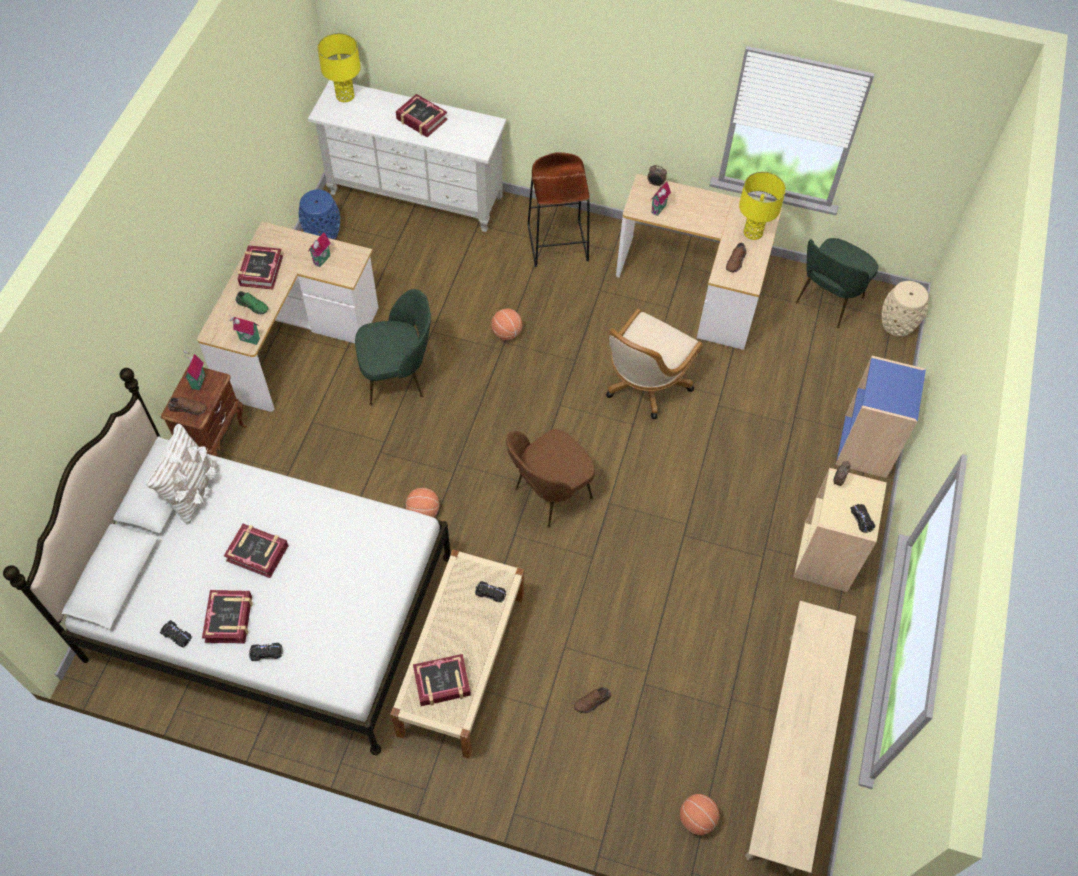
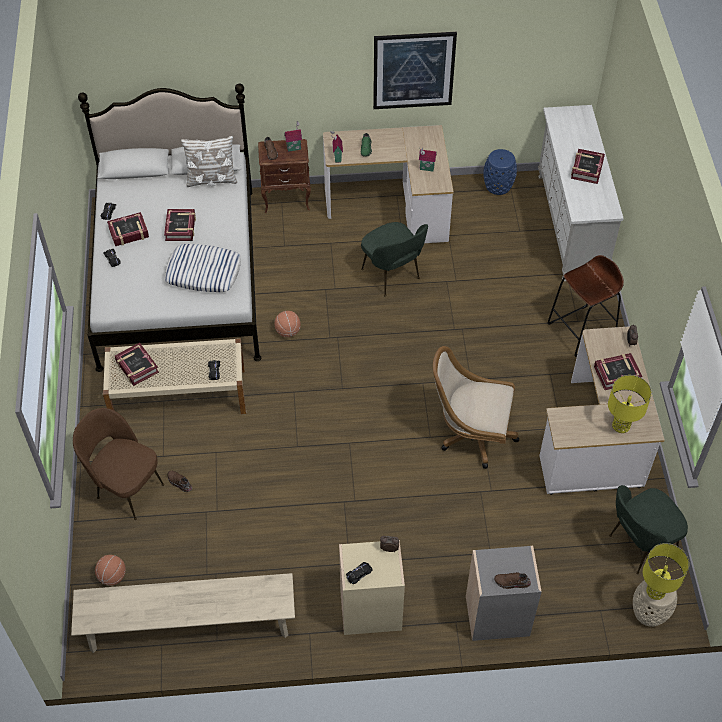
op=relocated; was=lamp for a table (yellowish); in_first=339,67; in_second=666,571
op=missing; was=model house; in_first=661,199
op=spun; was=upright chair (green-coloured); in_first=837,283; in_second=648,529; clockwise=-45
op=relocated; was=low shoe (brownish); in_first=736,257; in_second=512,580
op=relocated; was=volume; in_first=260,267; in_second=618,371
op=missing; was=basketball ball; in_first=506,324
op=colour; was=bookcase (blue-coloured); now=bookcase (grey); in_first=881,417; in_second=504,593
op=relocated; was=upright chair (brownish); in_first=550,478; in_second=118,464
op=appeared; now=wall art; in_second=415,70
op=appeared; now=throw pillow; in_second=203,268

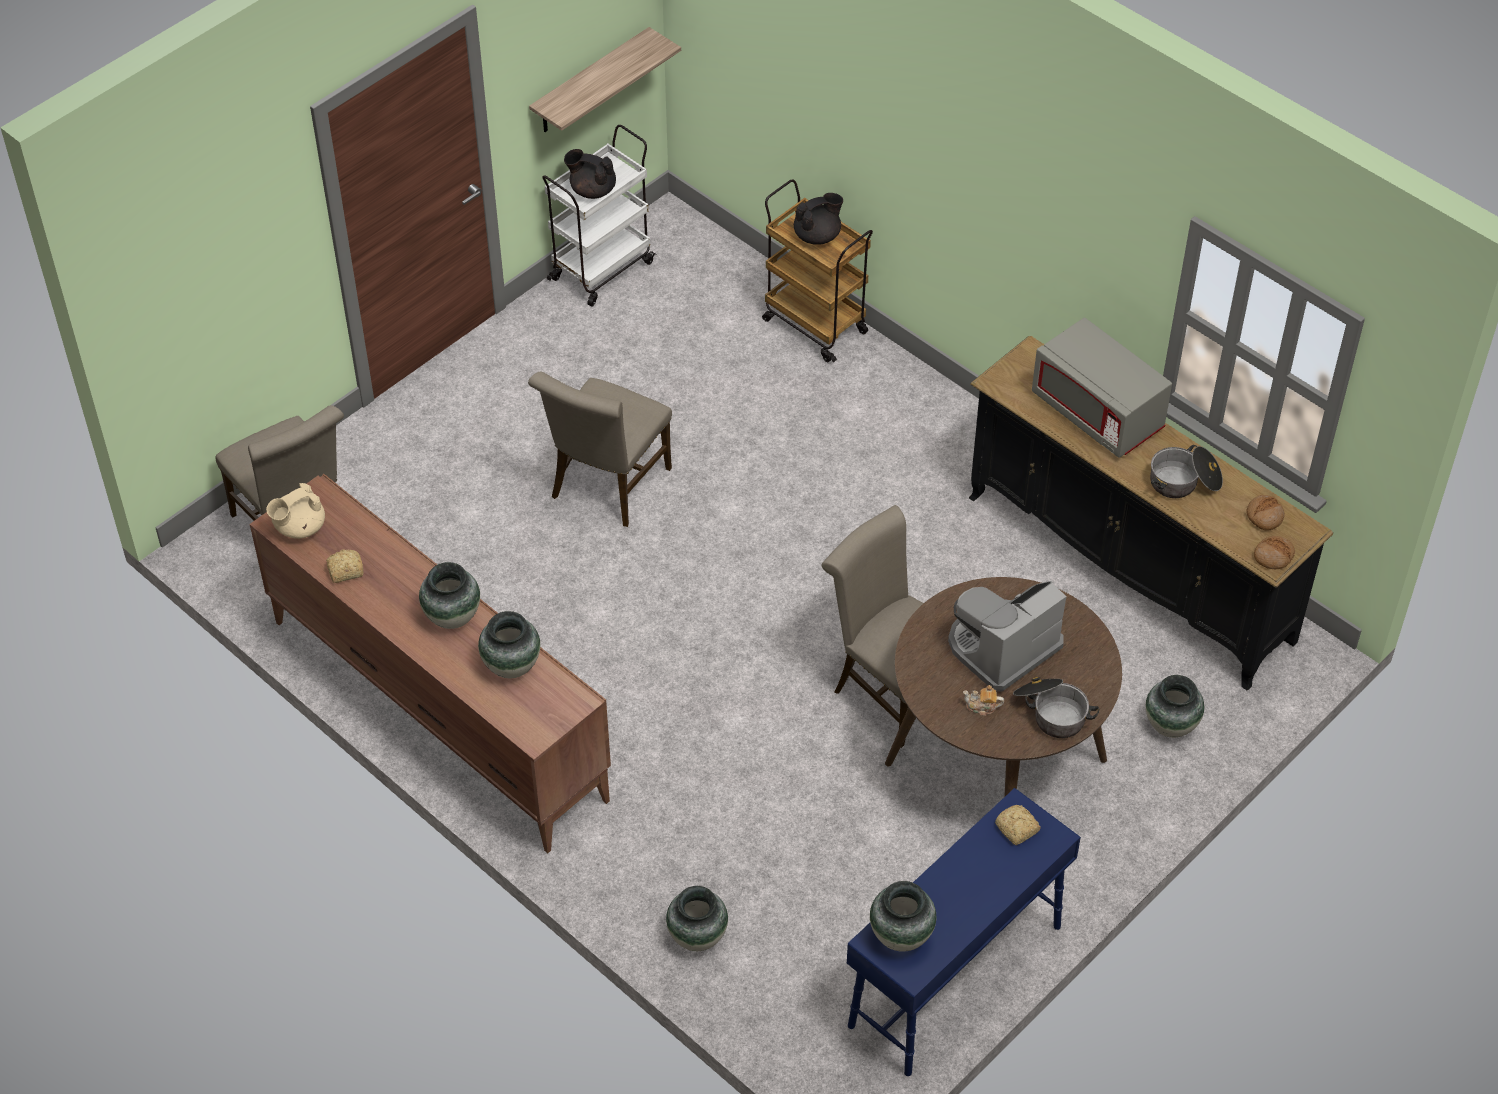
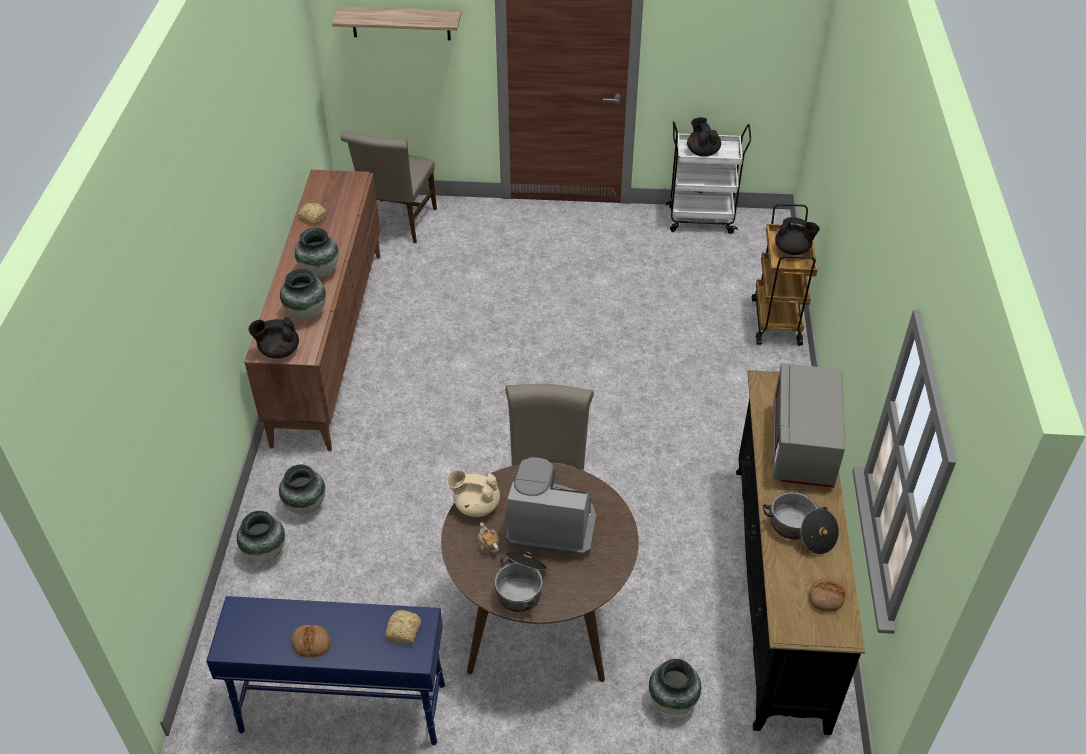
op=relocated; was=bracket shelf; in_first=605,79; in_second=396,23
op=missing; was=upright chair (beige-coloured); in_first=600,449
op=relocated; was=pot for tea (beige-coloured); in_first=295,511; in_second=473,493
op=relocated; was=baked bread; in_first=1274,552; in_second=311,641
op=relocated; was=vase; in_first=903,916; in_second=302,489
op=appeared; now=pot for tea (blackish); in_second=274,337

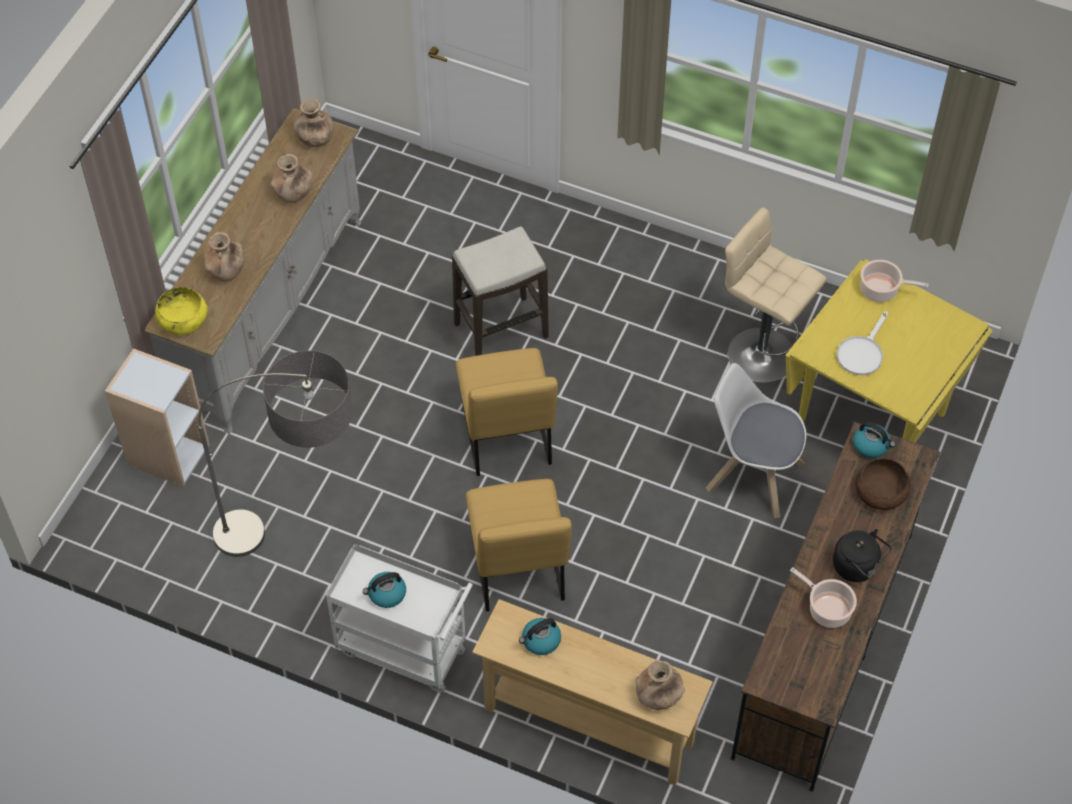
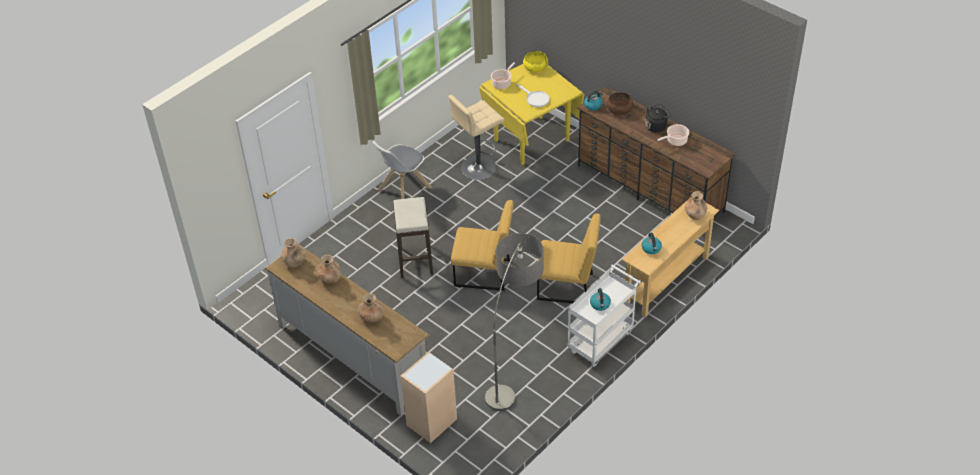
op=relocated; was=bowl (yellowish); in_first=181,311; in_second=535,62
op=relocated; was=upright chair; in_first=756,440; in_second=402,170

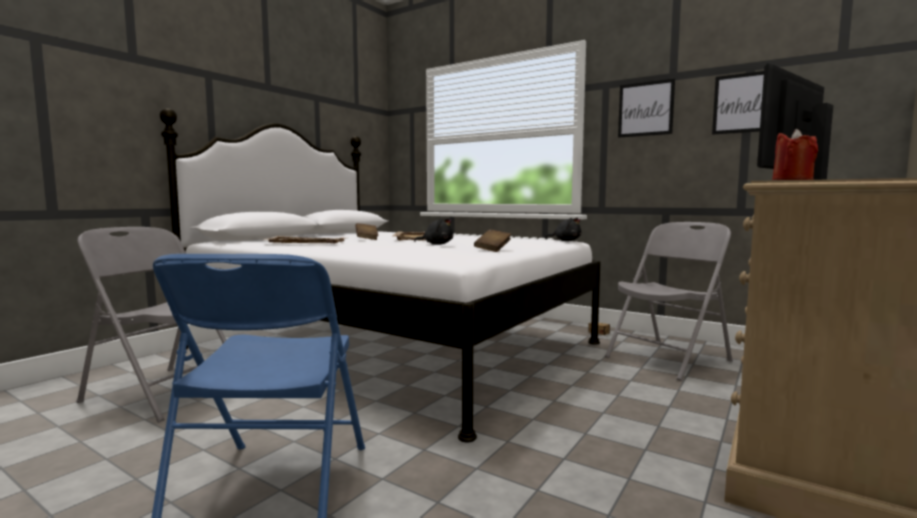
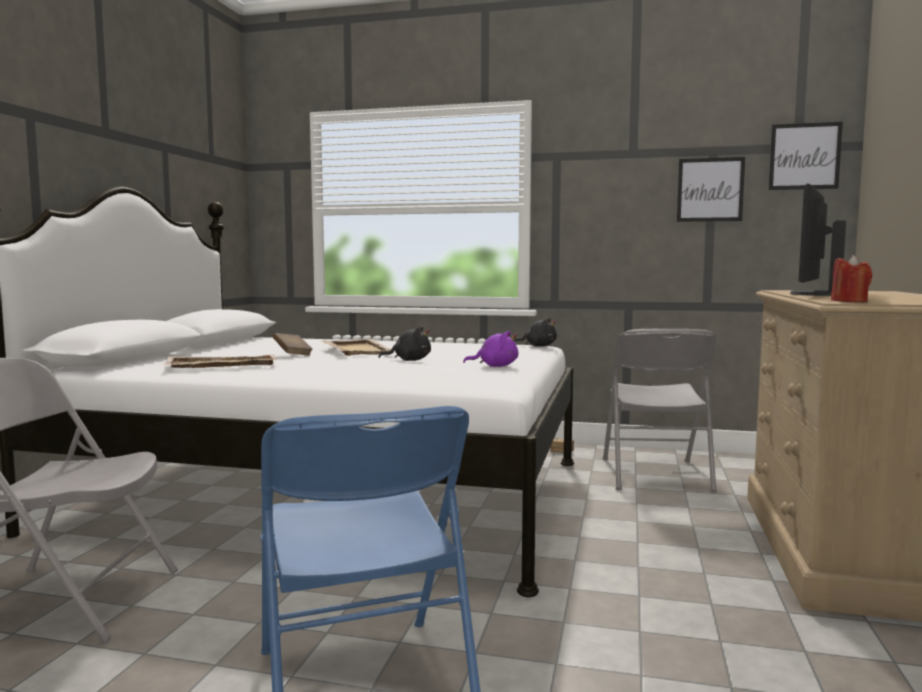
op=relocated; was=wall art; in_first=646,108; in_second=805,156
op=spun; was=upright chair (grey); in_first=669,301; in_second=660,411; clockwise=150
op=exchanged; was=volume (brownish); now=cuddly toy (purplish); in_first=492,240; in_second=490,349

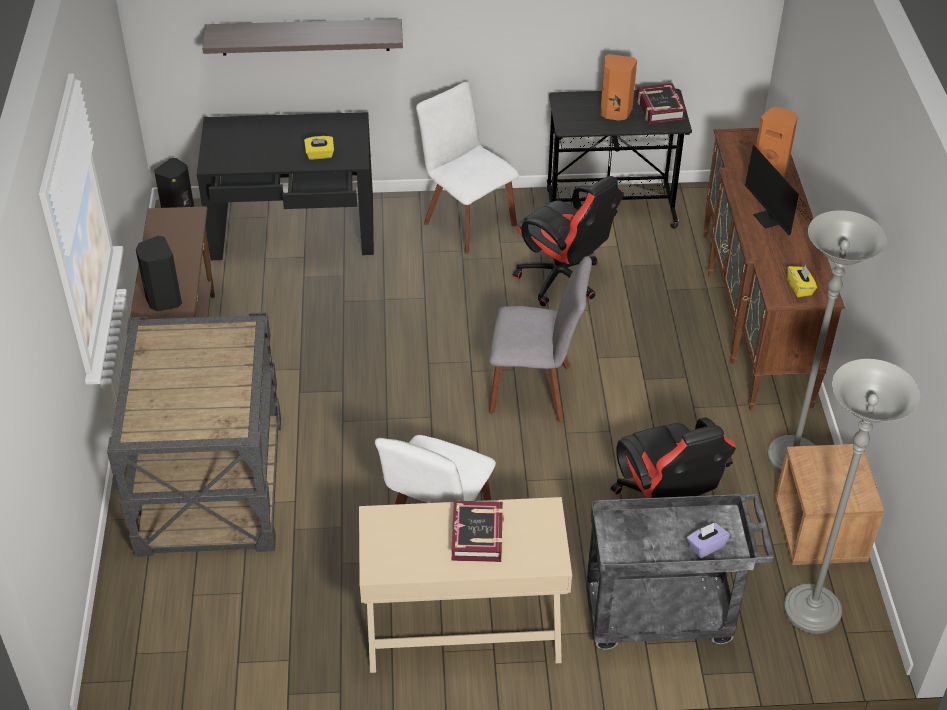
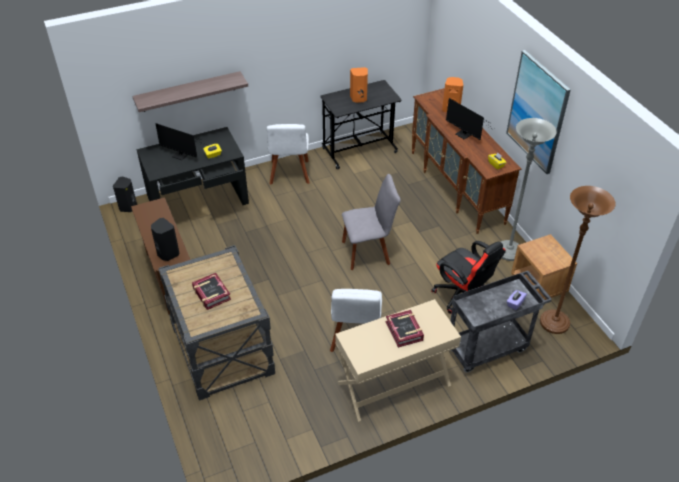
op=spun; was=upright chair (whitish); in_first=467,168; in_second=288,154; clockwise=-120
op=relocated; was=volume; in_first=661,103; in_second=211,291
op=missing; was=office chair (blackish); in_first=568,241
op=colour; was=standing lamp (grey); now=standing lamp (brownish); in_first=852,496; in_second=578,260
op=appeared; now=wall art; in_second=538,112
op=appeared; now=monitor; in_second=177,141

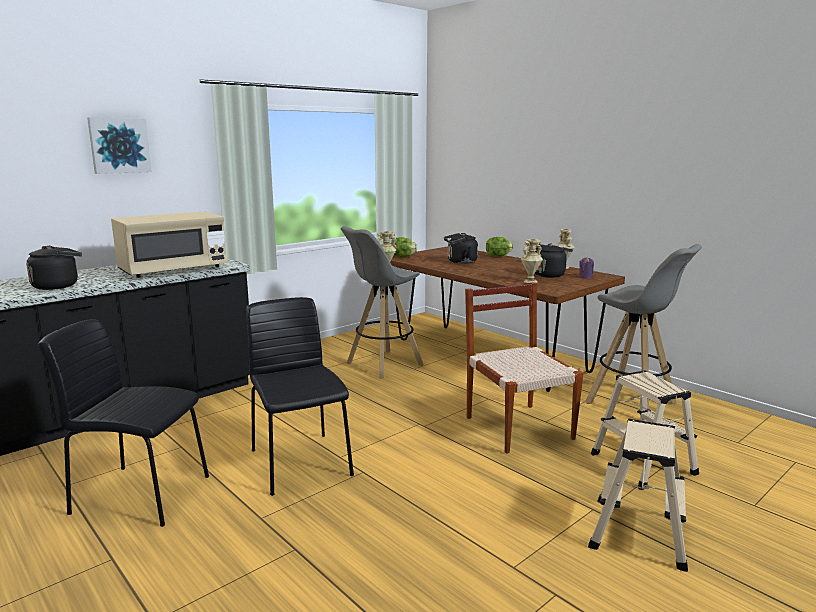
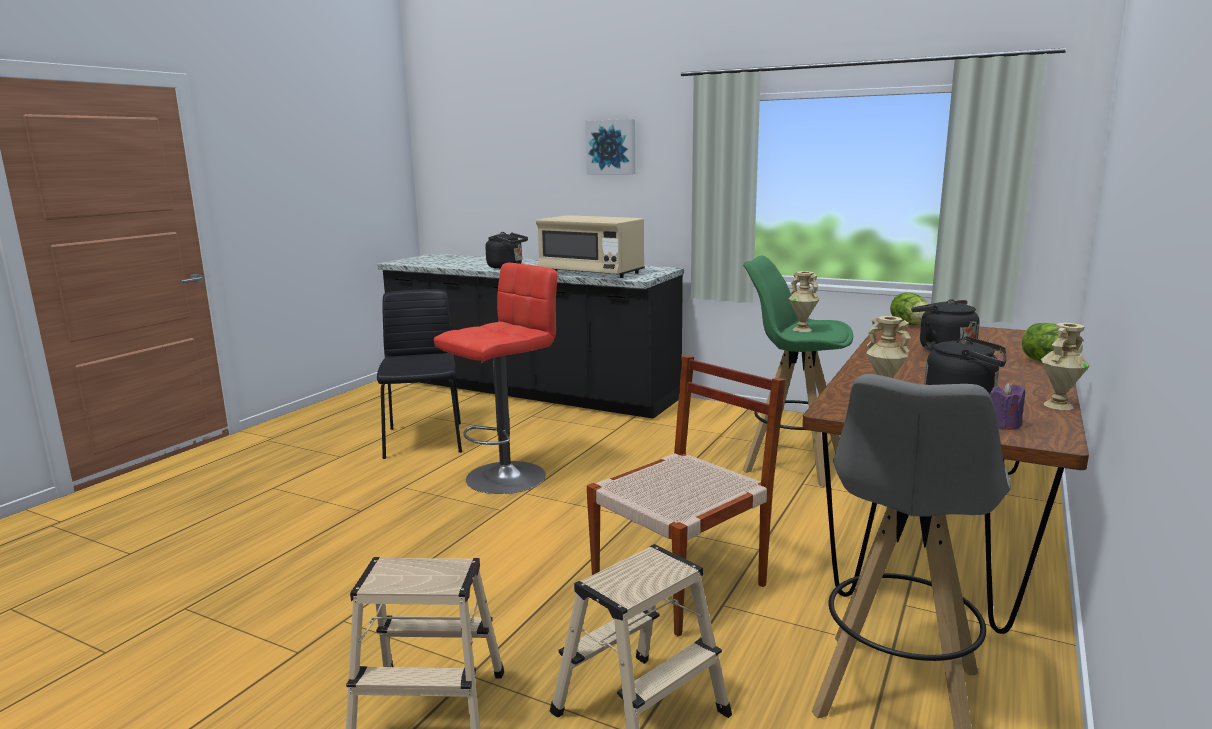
op=colour; was=sitting stool (grey); now=sitting stool (green-coloured); in_first=382,302; in_second=798,371
op=exchanged; was=upright chair (blackish); now=sitting stool (reddish); in_first=300,396; in_second=496,378

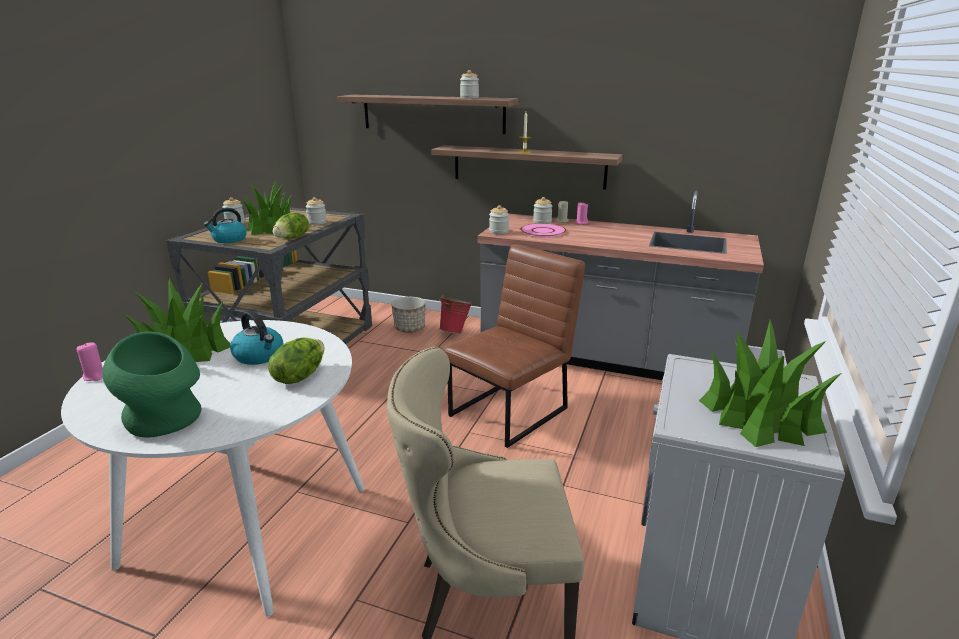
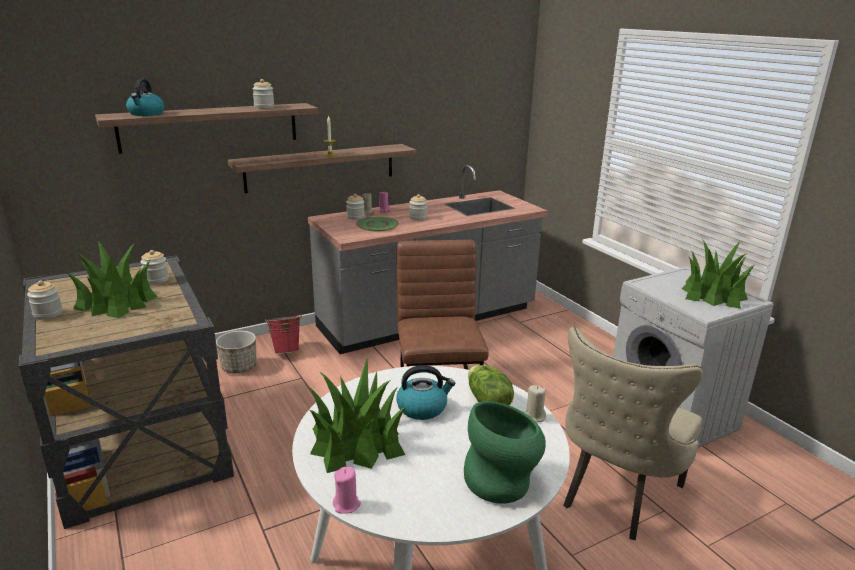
op=relocated; was=storage jar; in_first=499,219; in_second=418,207
op=relocated; was=tea kettle; in_first=225,225; in_second=145,97
op=missing; was=lettuce; in_first=291,226
op=colour; was=dinner plate (pink); now=dinner plate (green-coloured); in_first=543,230; in_second=377,224
op=appeared; now=wax candle (beige-coloured); in_second=535,404

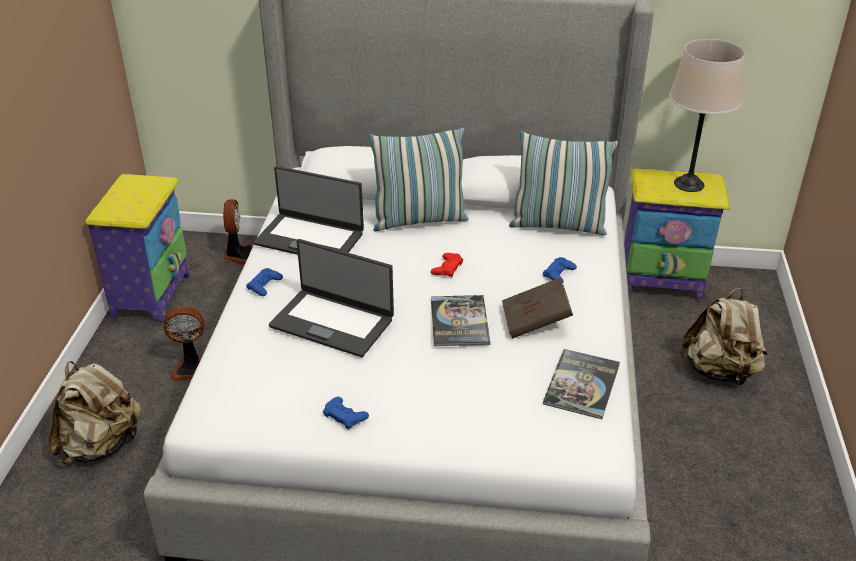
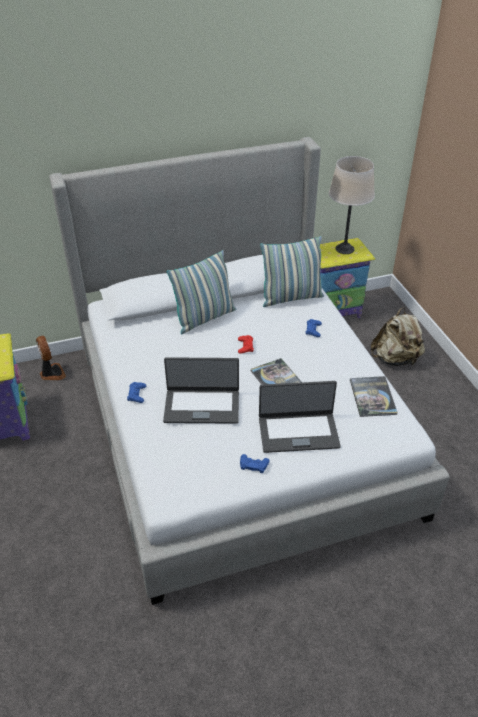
op=relocated; was=portable computer; in_first=309,210; in_second=300,417
op=missing; was=volume (brownish); in_first=537,308
op=missing; was=fan; in_first=184,344
op=missing; was=backpack (beige-coloured); in_first=94,412

